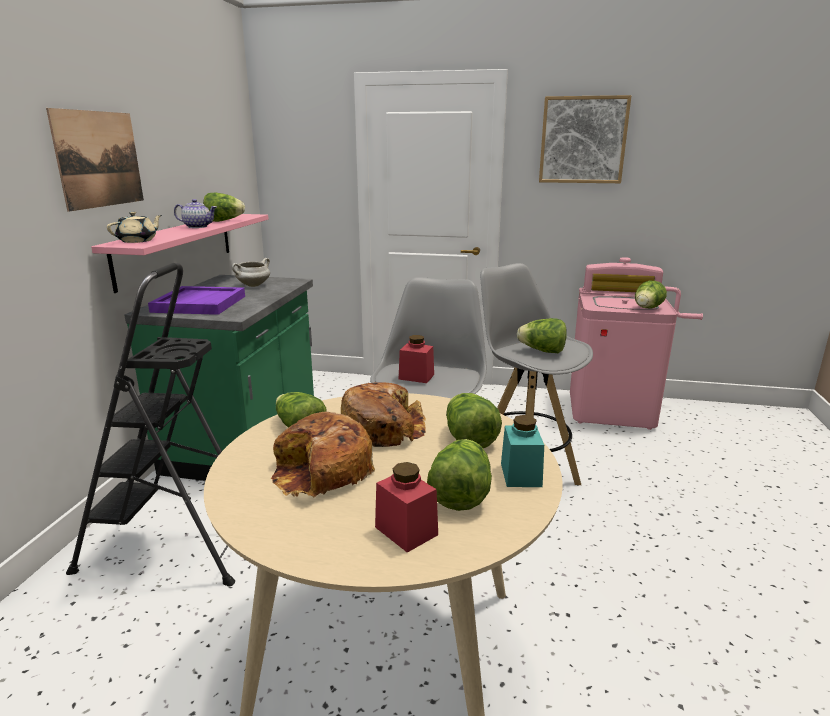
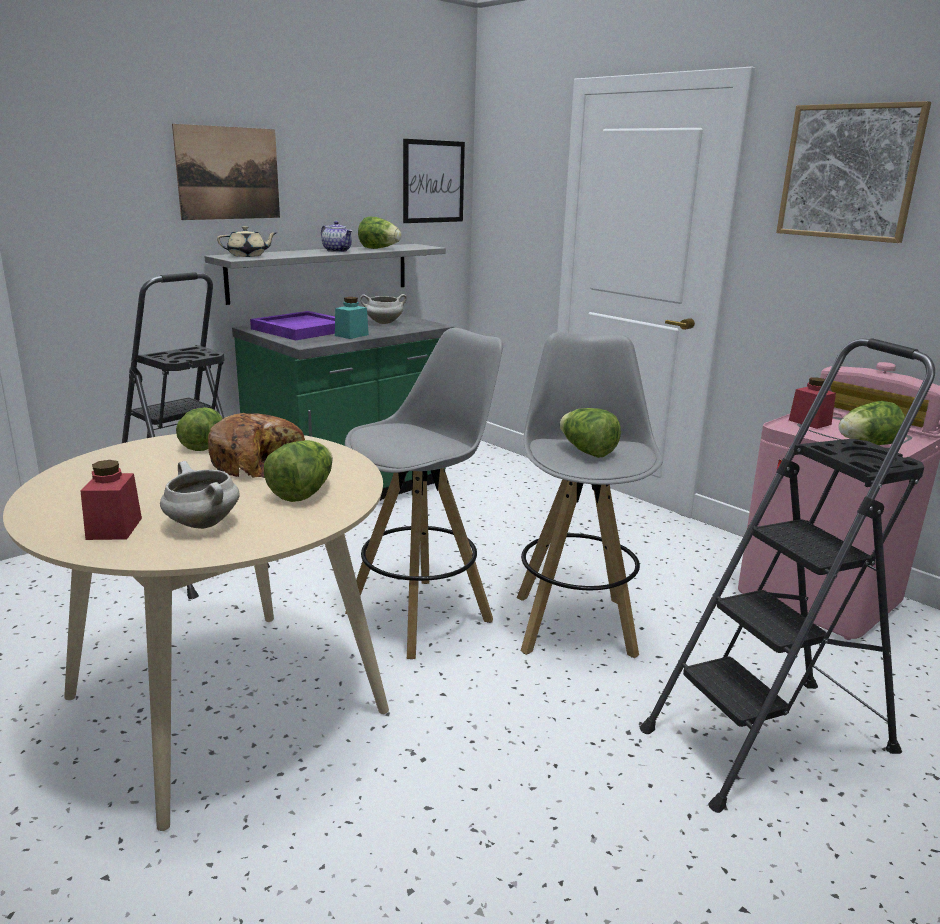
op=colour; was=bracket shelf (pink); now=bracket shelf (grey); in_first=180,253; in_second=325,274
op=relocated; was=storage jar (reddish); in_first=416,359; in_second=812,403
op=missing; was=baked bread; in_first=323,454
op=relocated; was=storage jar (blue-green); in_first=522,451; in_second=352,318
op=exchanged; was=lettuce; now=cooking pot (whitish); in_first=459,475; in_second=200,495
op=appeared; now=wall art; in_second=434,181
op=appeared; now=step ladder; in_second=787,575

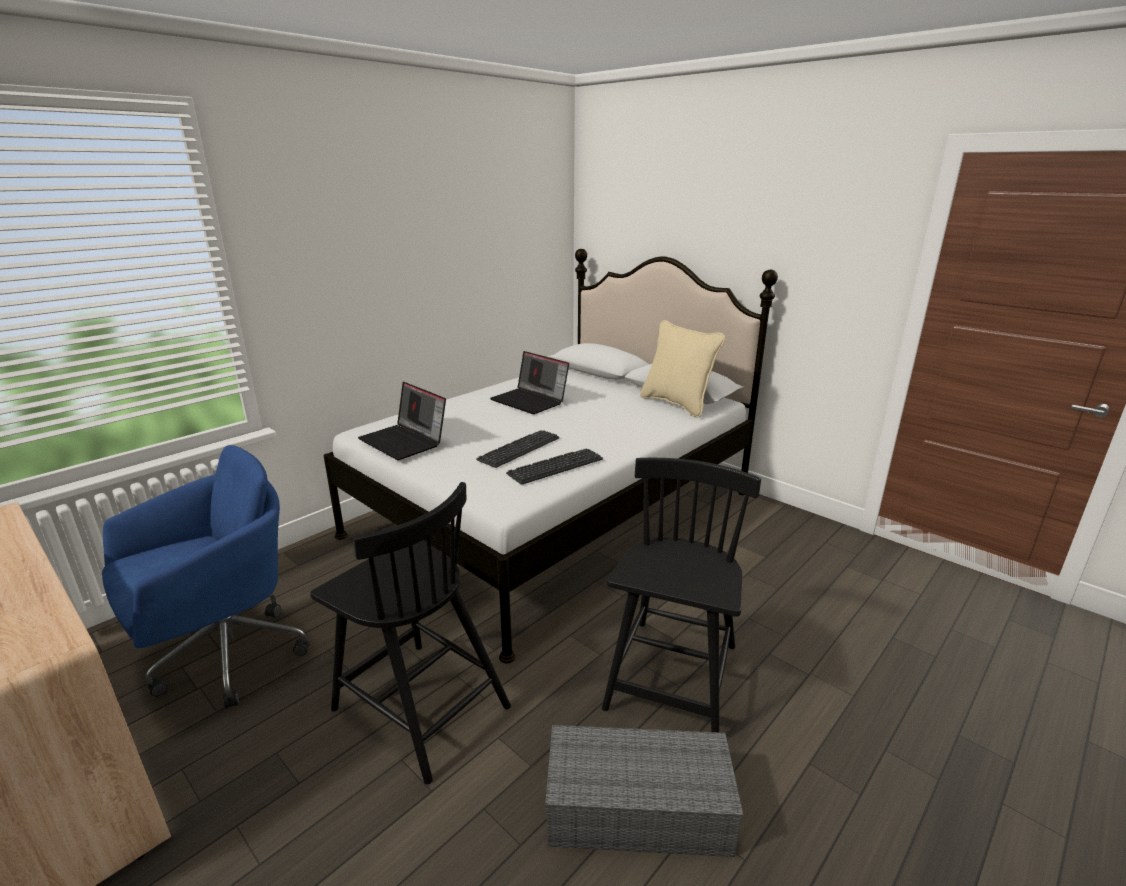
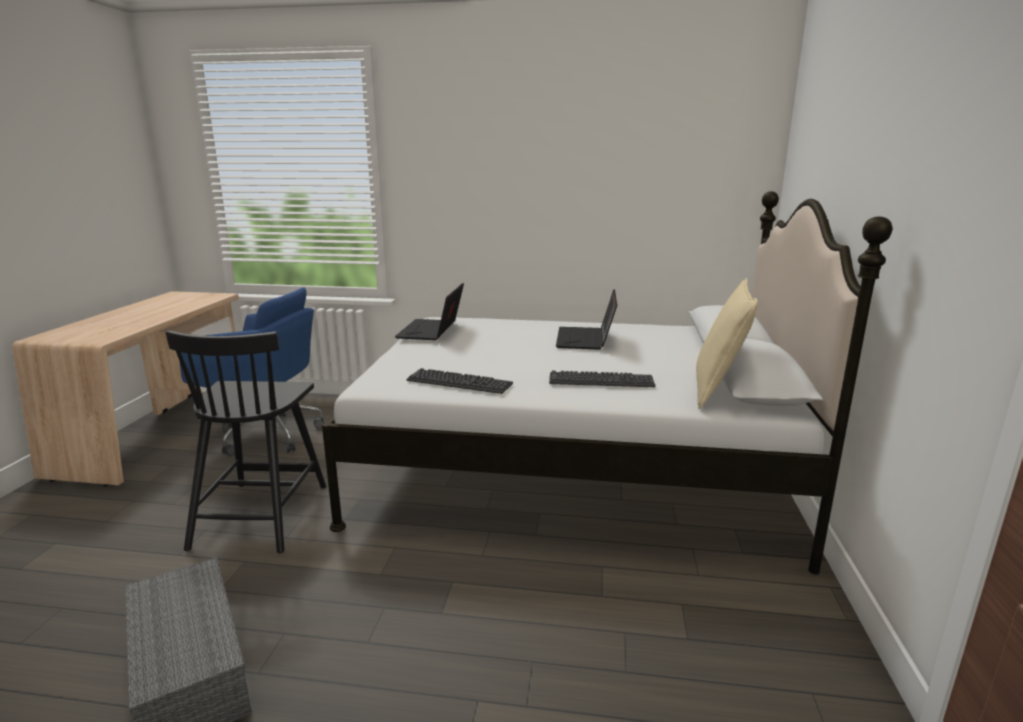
op=relocated; was=computer keyboard; in_first=517,449; in_second=602,379
op=missing; was=upright chair (blackish); in_first=681,595

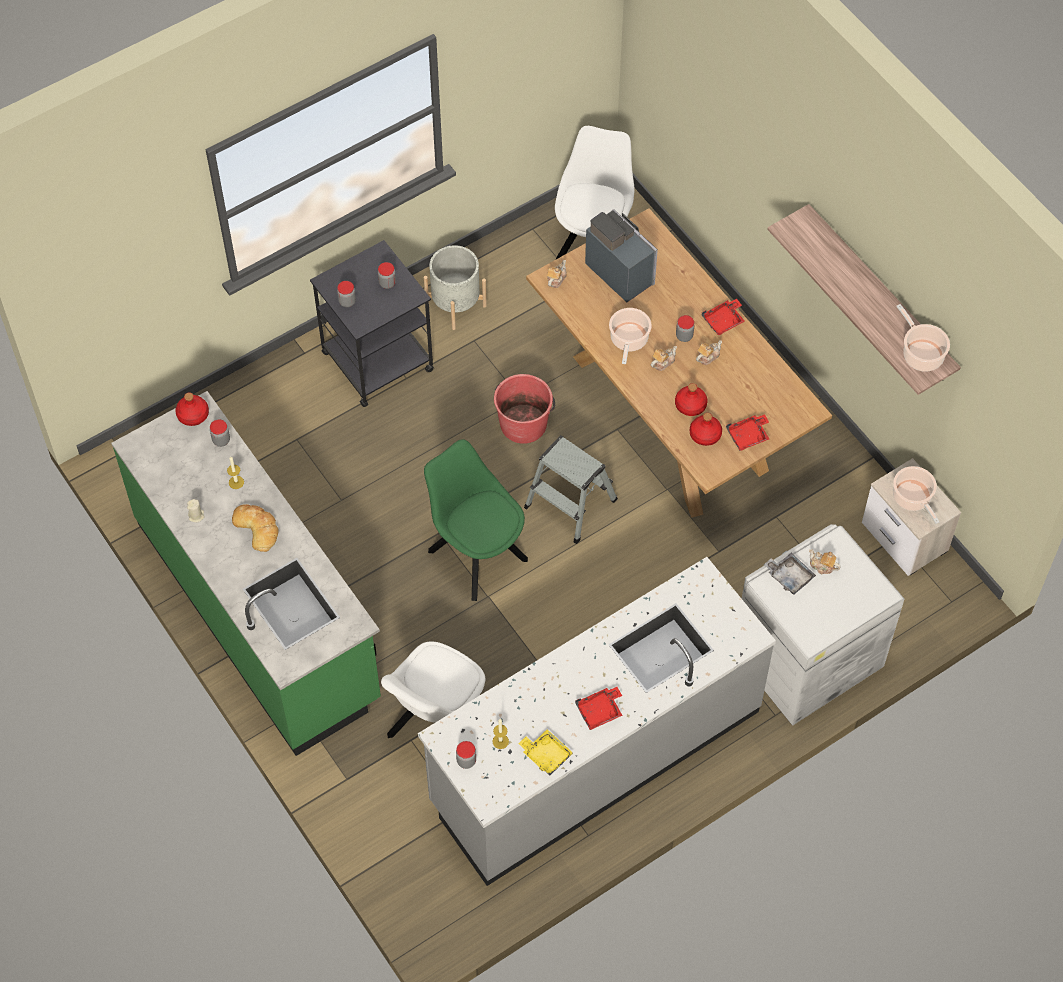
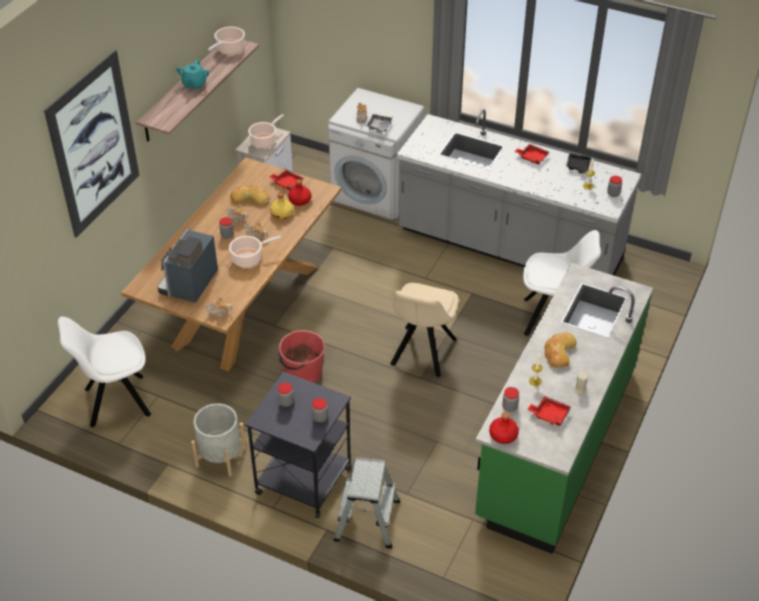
op=relocated; was=serving tray (reddish); in_first=723,317; in_second=549,411
op=colour; was=drink bottle (reddish); now=drink bottle (yellowish); in_first=691,399; in_second=282,206
op=relocated; was=step ladder (grey); in_first=571,489; in_second=366,503
op=colour; was=upright chair (green-coloured); now=upright chair (beige-coloured); in_first=476,520; in_second=424,330
op=colour; was=serving tray (yellowish); now=serving tray (blackish); in_first=545,752; in_second=578,163
op=appeared; now=wall art; in_second=91,144
op=appeared; now=pot for tea (blue-green); in_second=192,75
op=appeared; now=baked bread; in_second=249,195

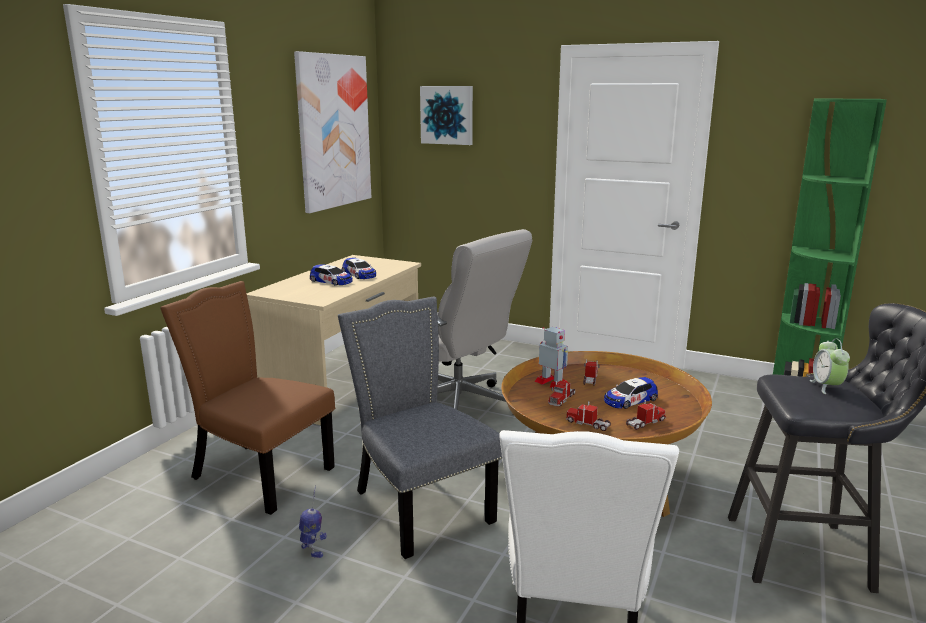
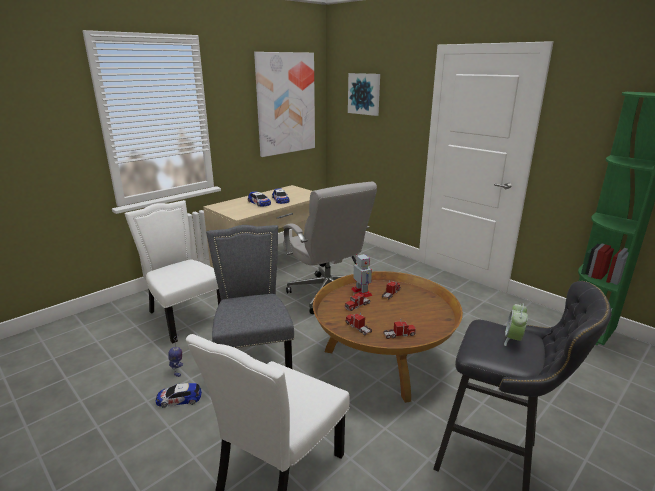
op=colour; was=upright chair (brownish); now=upright chair (whitish); in_first=248,398; in_second=172,272
op=relocated; was=toy car; in_first=631,393; in_second=179,395

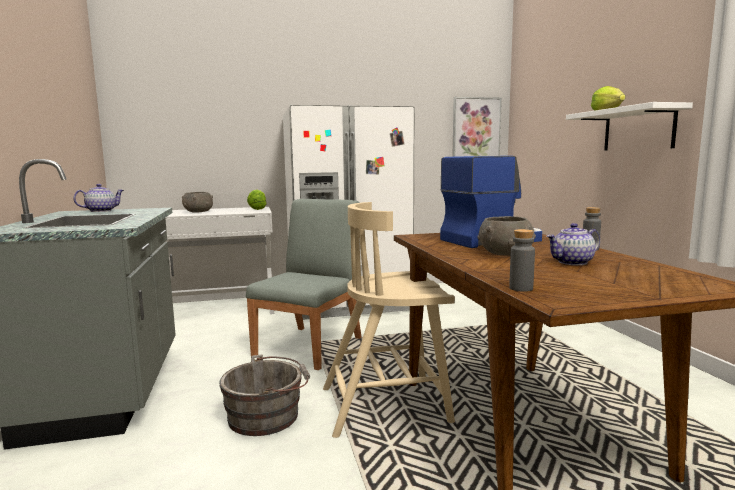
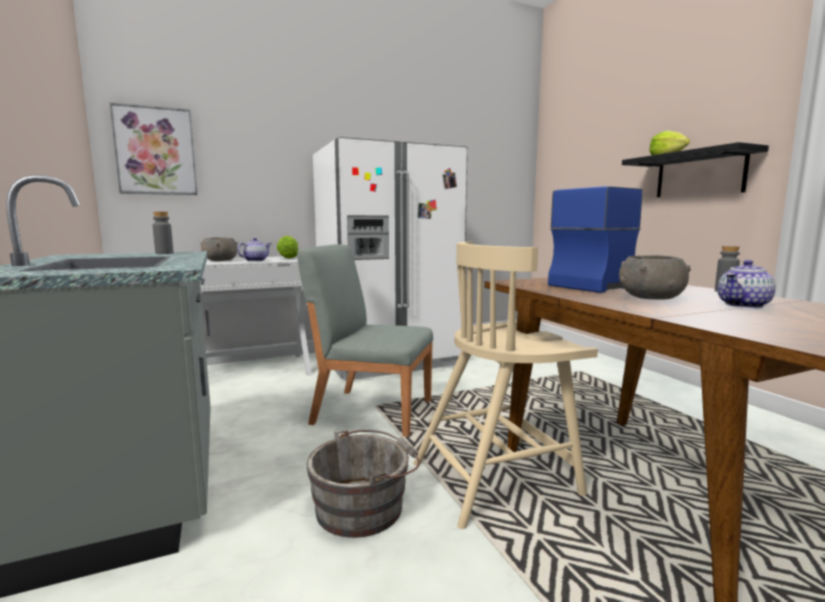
op=relocated; was=wall art; in_first=477,127; in_second=153,148
op=colour; was=bracket shelf (whitish); now=bracket shelf (blackish); in_first=629,126; in_second=695,169
op=relocated; was=pot for tea; in_first=98,198; in_second=254,249
op=spun; was=upright chair (grey); in_first=303,284; in_second=365,340; clockwise=-90
op=relocated; was=drink bottle (grey); in_first=522,260; in_second=163,232

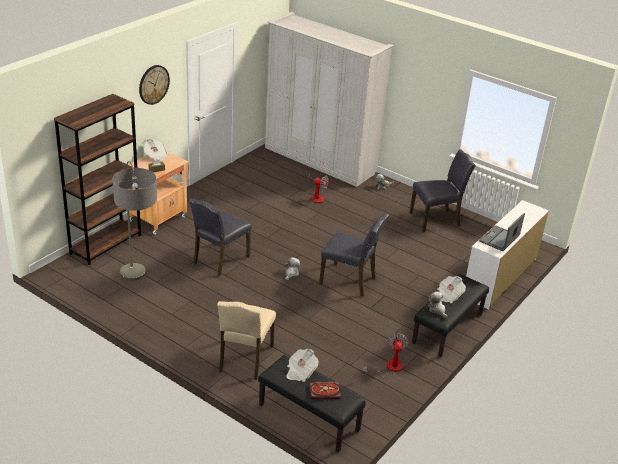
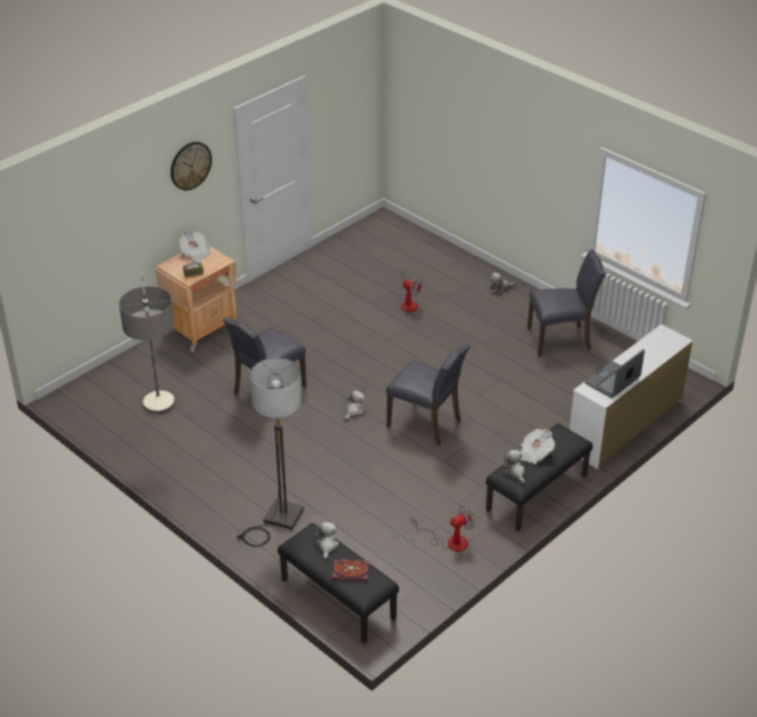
op=missing; was=armoire (whitish); in_first=329,99
op=missing; was=bookcase (brownish); in_first=97,179
op=exchanged; was=upright chair (beige-coloured); now=standing lamp; in_first=246,340; in_second=270,452
op=spun; was=fan; in_first=386,355; in_second=443,529; clockwise=45
op=exchanged; was=newspaper; now=cuddly toy; in_first=302,365; in_second=327,541

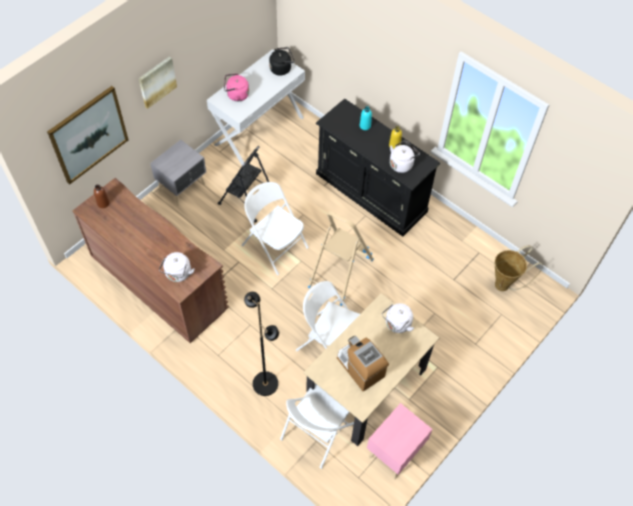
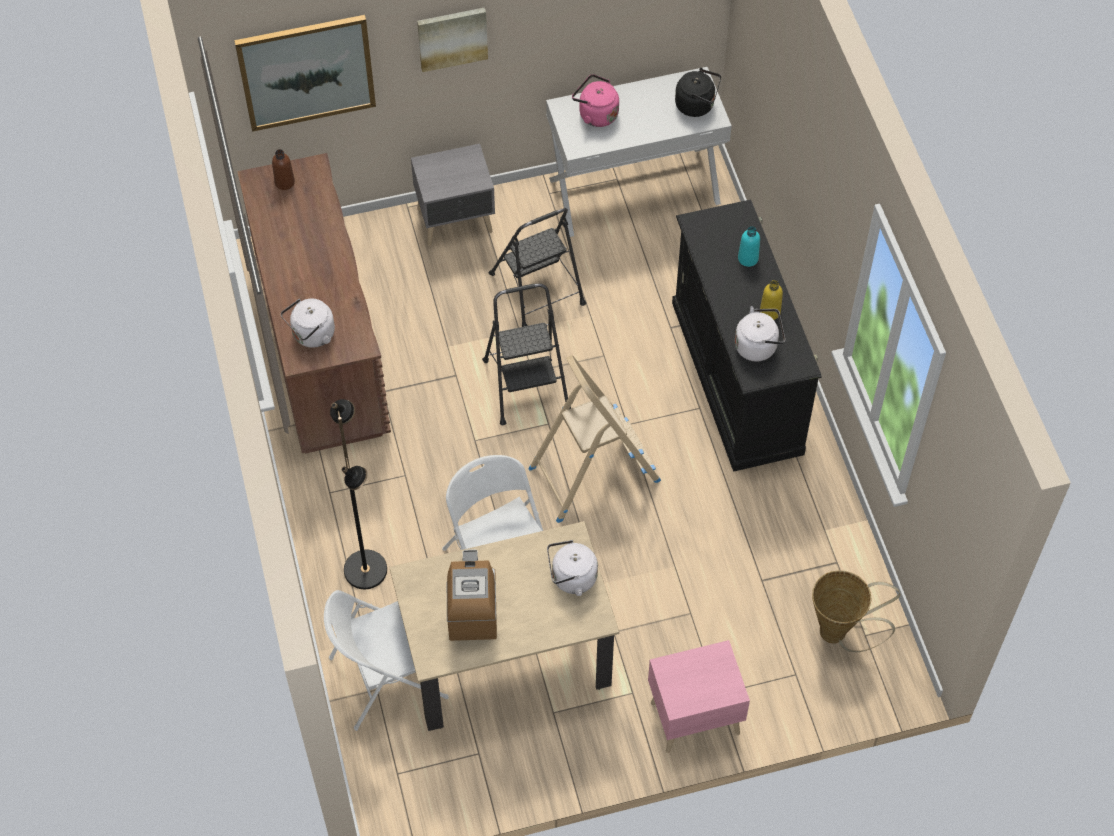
op=exchanged; was=upright chair (whitish); now=step ladder (blackish); in_first=275,229; in_second=526,354
op=relocated; was=bedside table (pink); in_first=400,441; in_second=699,696

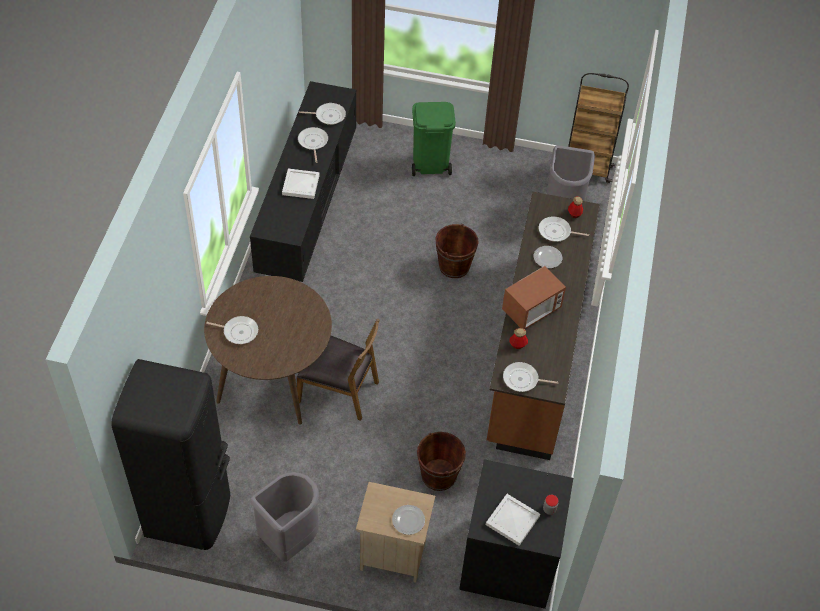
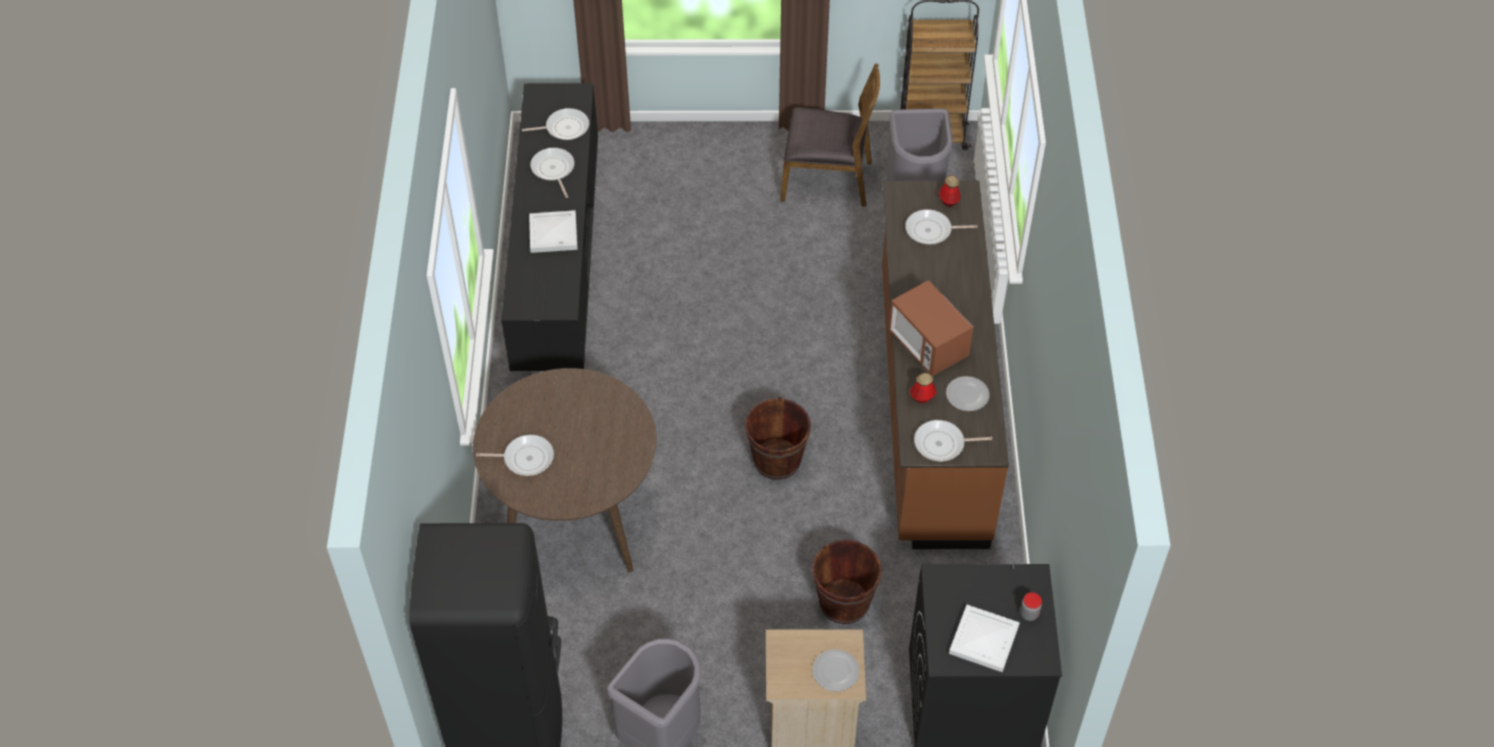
op=missing; was=rubbish bin (green-coloured); in_first=434,139
op=relocated; was=water bucket (brownish); in_first=457,251; in_second=778,438
op=relocated; was=dinner plate; in_first=547,257; in_second=968,393
op=spun; was=microwave oven; in_first=534,297; in_second=931,328; clockwise=105
op=relocated; was=upright chair (brownish); in_first=338,369; in_second=830,135

